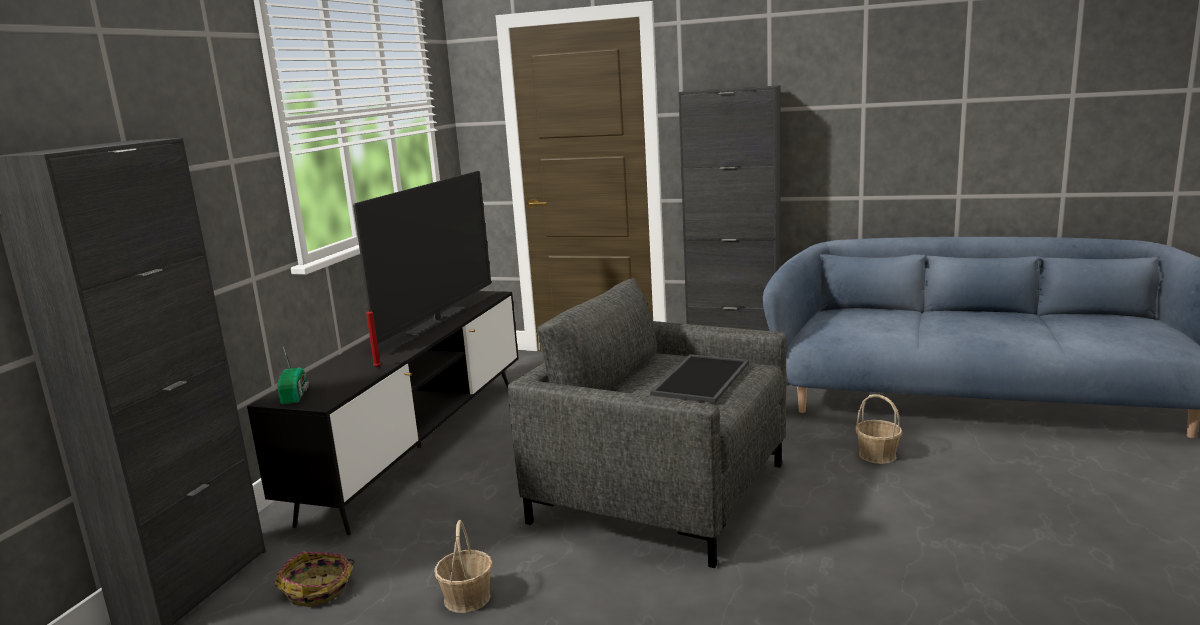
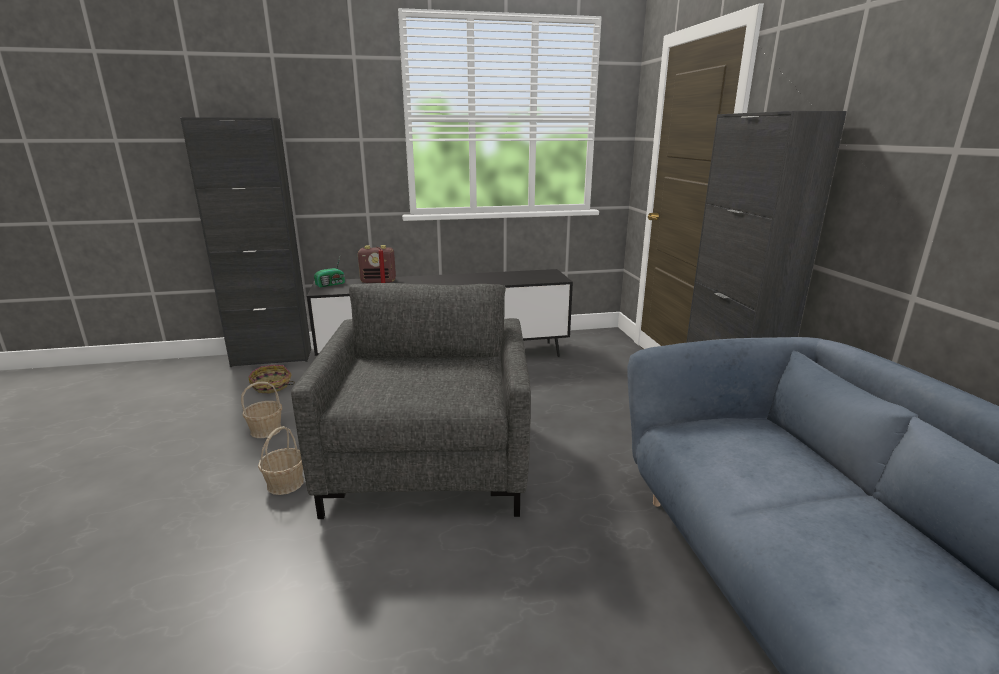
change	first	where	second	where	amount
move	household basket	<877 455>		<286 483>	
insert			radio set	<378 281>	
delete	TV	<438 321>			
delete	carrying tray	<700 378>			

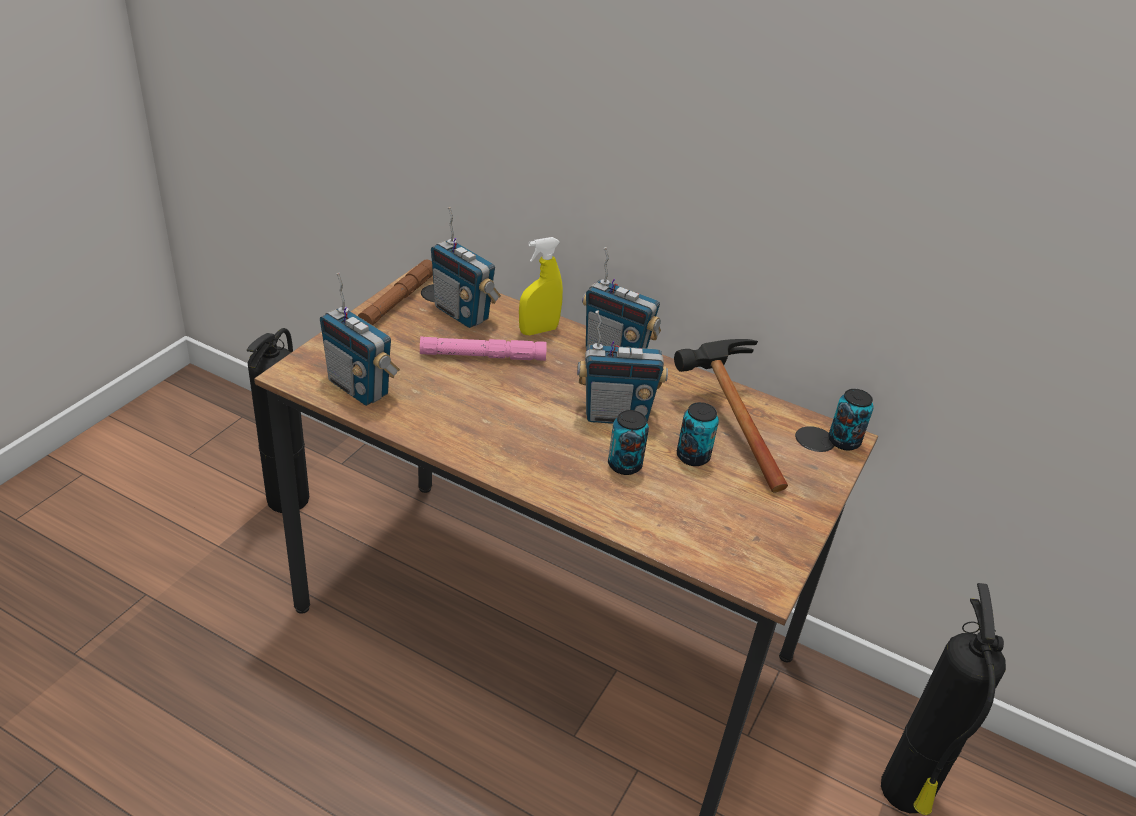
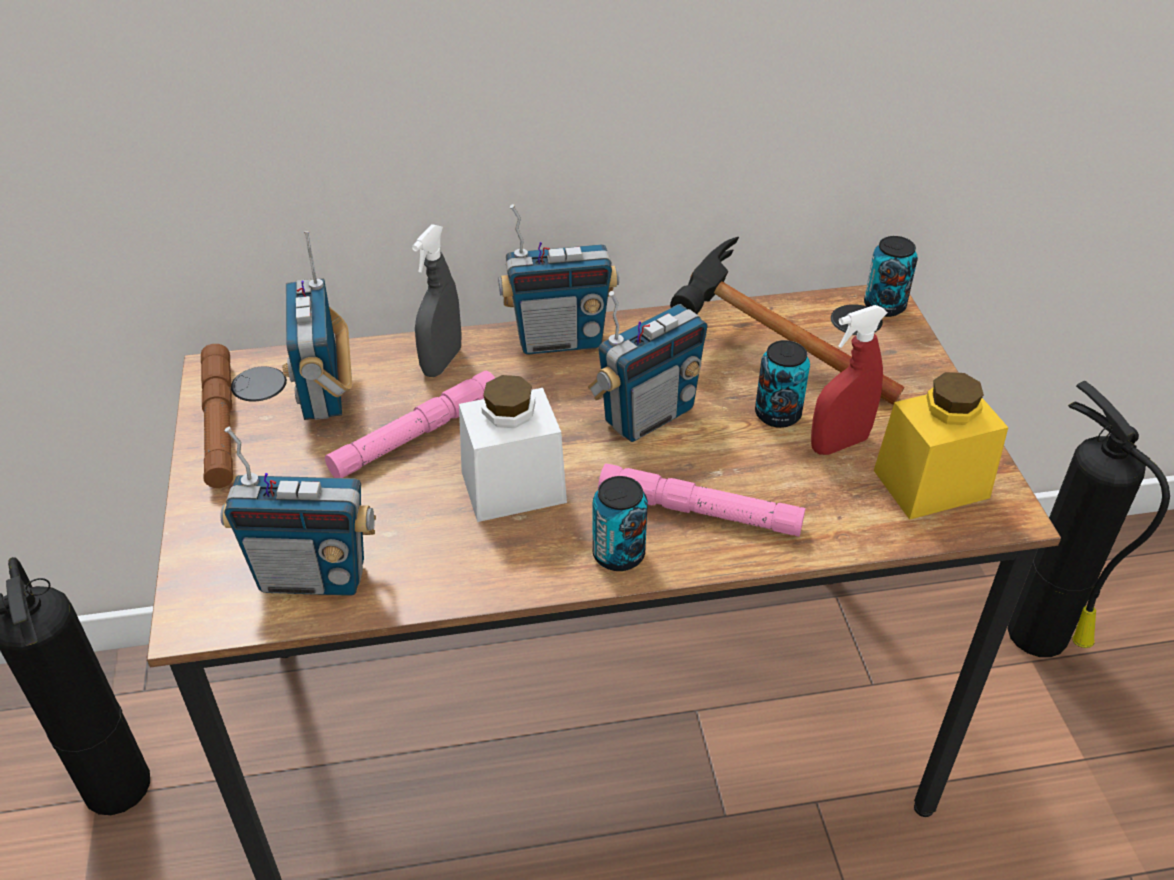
change	first	where	second	where	amount
rotate	radio set	<462 313>		<324 393>	75 degrees clockwise
recolor	spray bottle/yellow-coloured	<538 330>	spray bottle/gray	<442 362>	
insert			jar/white-coloured	<513 487>	
move	can	<624 465>		<618 554>	
insert			flashlight/pink-coloured	<699 511>	
insert			spray bottle/reddish	<839 444>	
insert			jar/yellow-coloured	<931 484>	

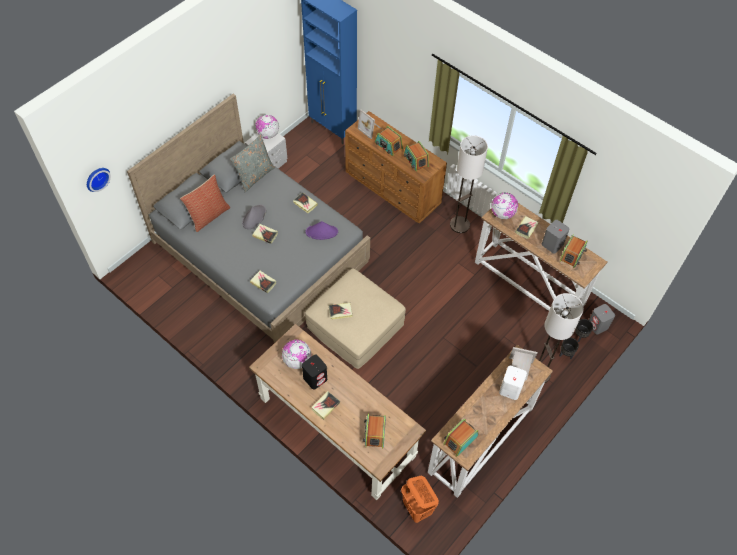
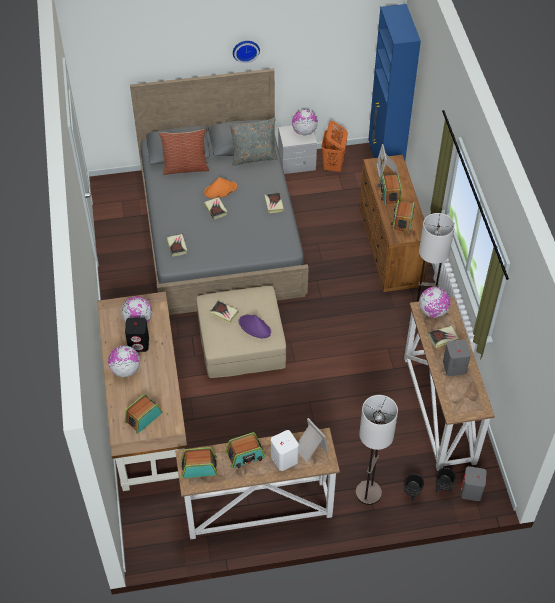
change	first	where	second	where	amount
replace	book	<325 406>	globe	<125 370>	
recolor	hat/gray	<254 217>	hat/orange	<220 190>	
move	radio set	<572 255>		<245 455>	
move	clock on the wall	<96 178>		<245 50>	
move	hat/purple-coloured	<322 232>		<255 327>	
move	laundry basket/orange	<417 509>		<333 166>	

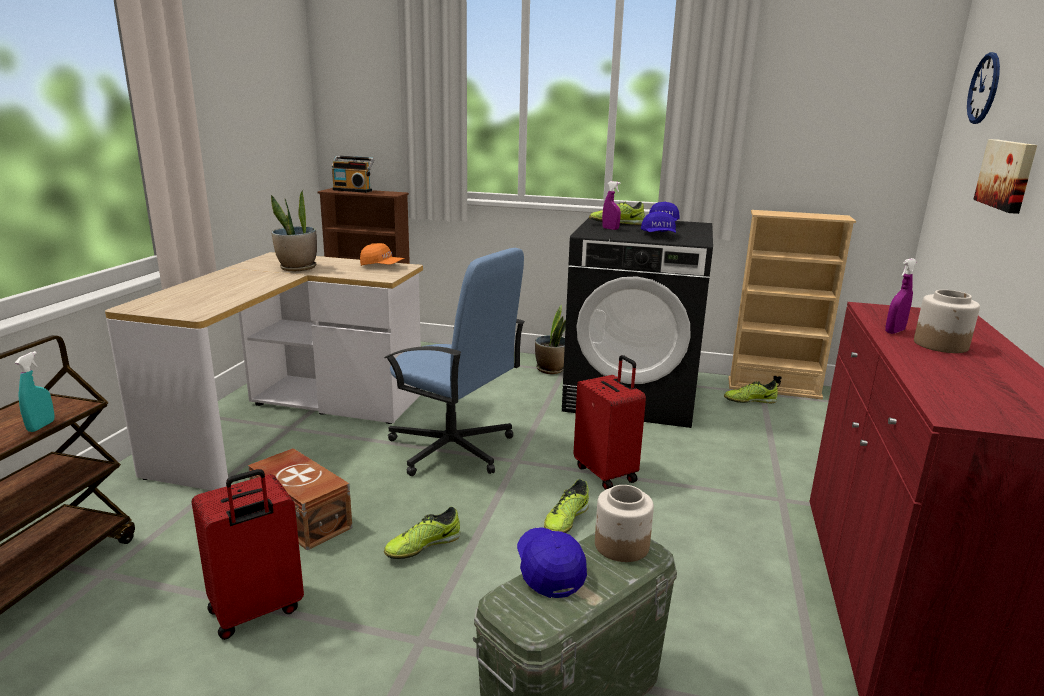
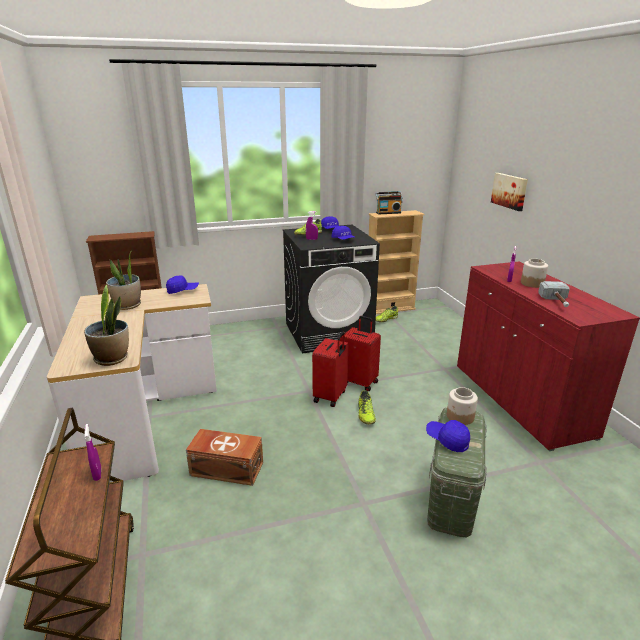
change	first	where	second	where	amount
move	plant in a pot	<551 369>		<112 358>	
recolor	spray bottle/turquoise-coloured	<41 426>	spray bottle/purple-coloured	<97 474>	
recolor	peaked cap/orange	<382 266>	peaked cap/blue	<183 291>	
move	suitcase/reddish	<256 611>		<331 396>	
move	radio set	<353 190>		<388 212>	
insert			hand hammer	<556 302>	
delete	desk chair/blue	<452 449>			
delete	low shoe	<423 546>			
delete	clock on the wall	<984 88>			

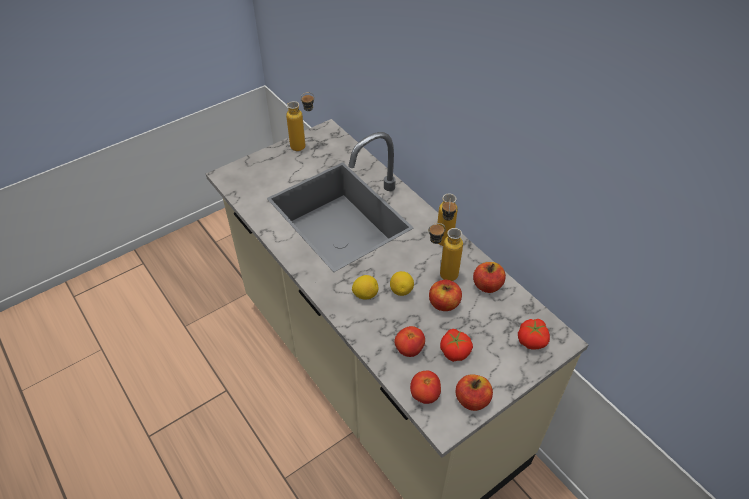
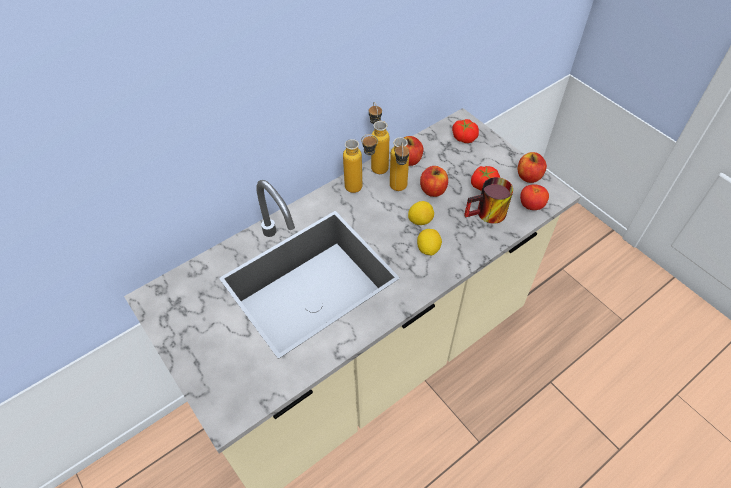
change	first	where	second	where	amount
move	bottle	<304 146>		<377 164>	
replace	fresh tomato	<409 349>	tea mug	<487 215>	

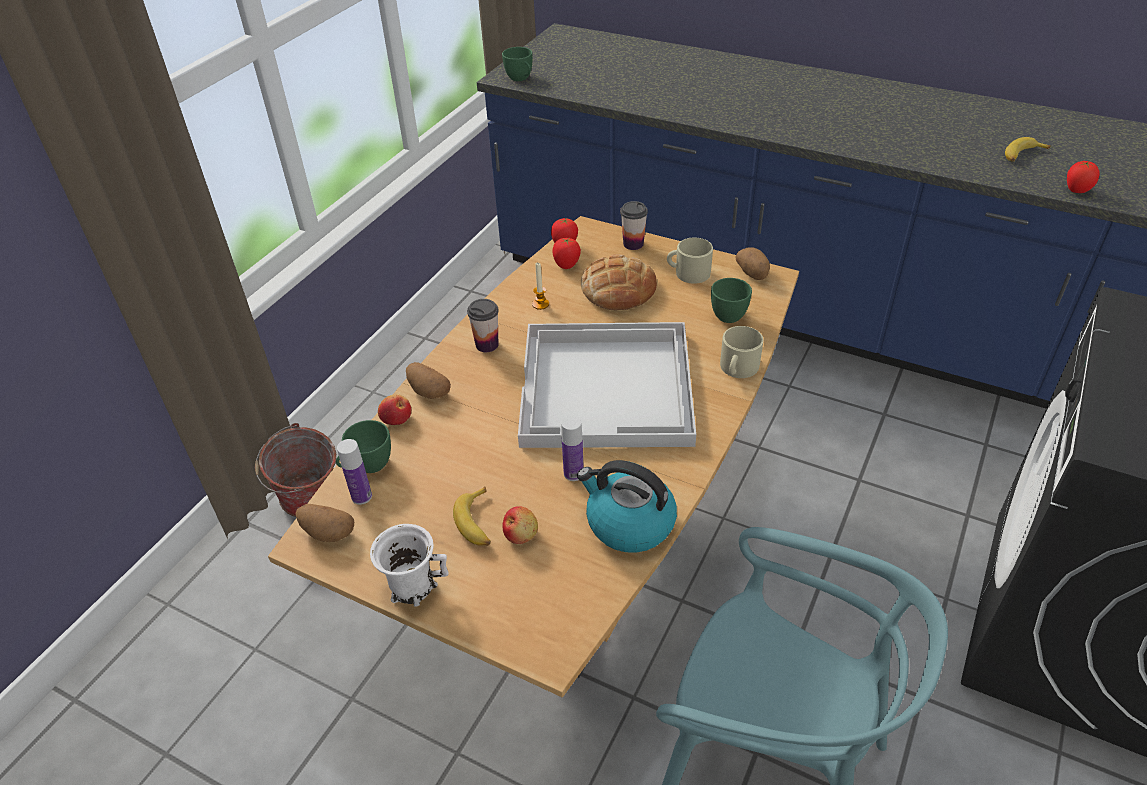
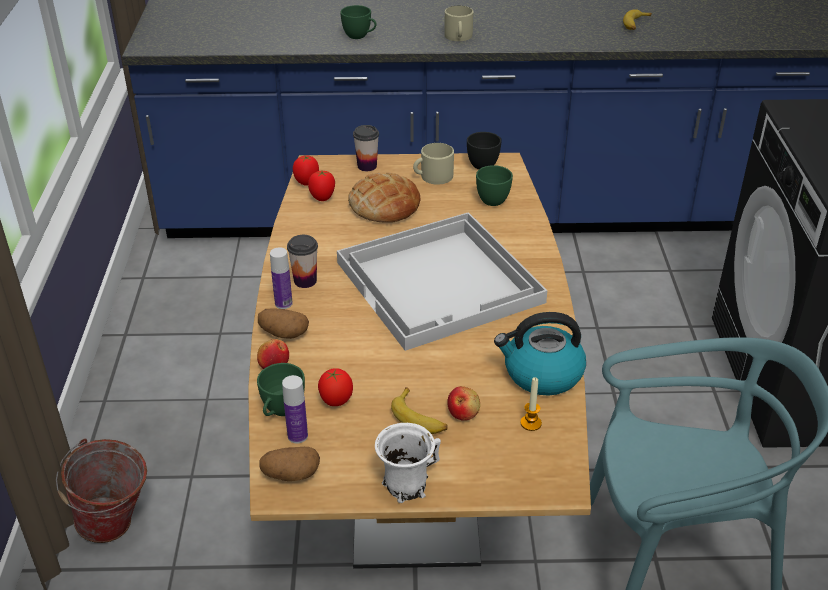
change	first	where	second	where	amount
move	bottle	<573 473>		<283 303>	
move	fresh tomato	<1076 191>		<336 402>	
move	cup/greenish	<521 79>		<360 36>	
move	tea mug/beige-coloured	<737 368>		<458 37>	
replace	whole potato	<753 273>	cup/blackish	<485 164>	
move	wax light	<540 304>		<530 423>	

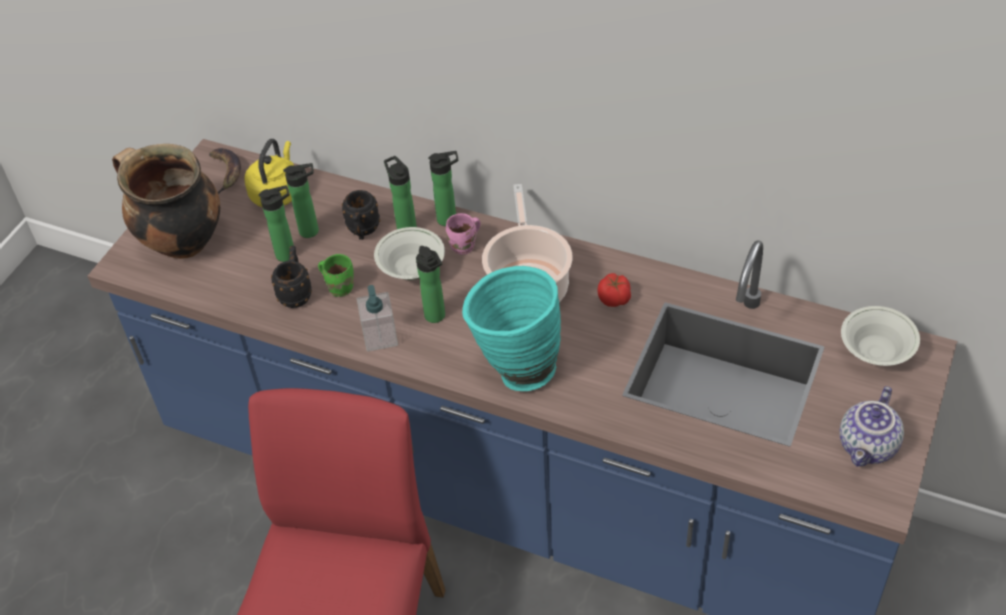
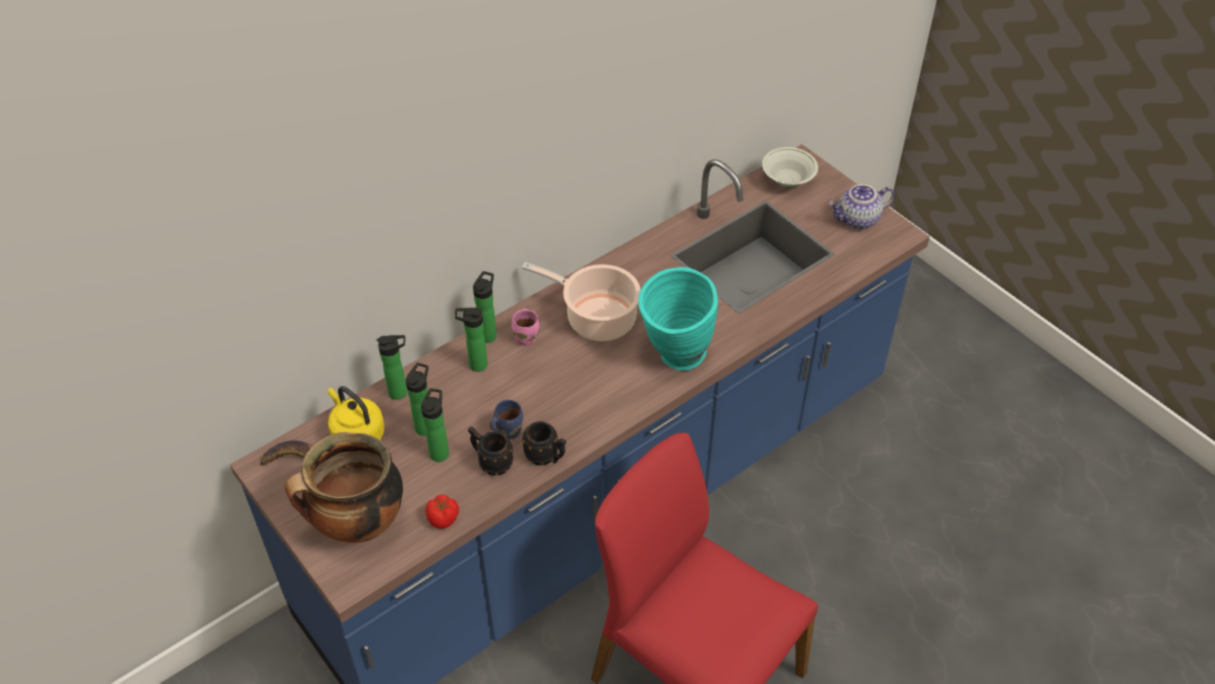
change	first	where	second	where	amount
move	bottle	<436 317>		<401 392>	
move	fresh tomato	<614 299>		<444 518>	
recolor	tea mug/greenish	<340 286>	tea mug/blue	<507 430>	
move	tea mug/blackish	<363 231>		<546 457>	
rotate	pot for tea	<869 447>		<858 220>	105 degrees clockwise
delete	soap bottle	<380 337>			
delete	bowl/white-coloured	<412 271>			

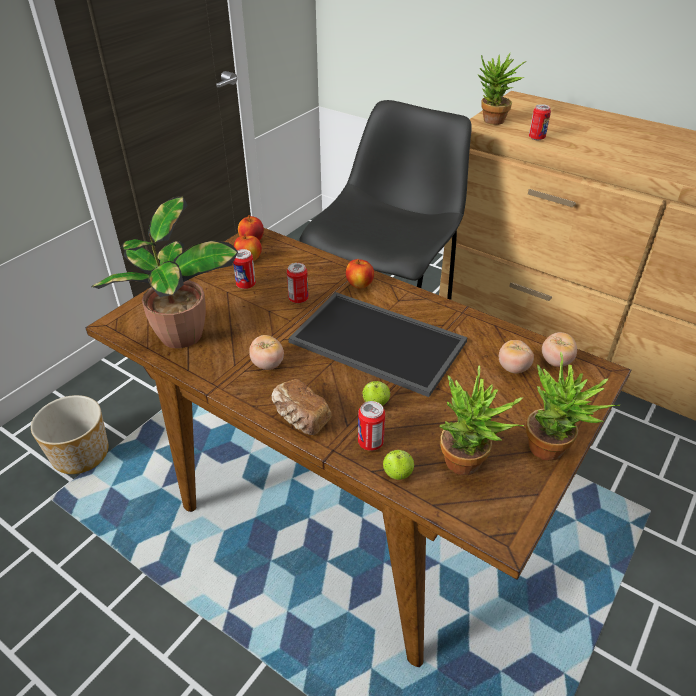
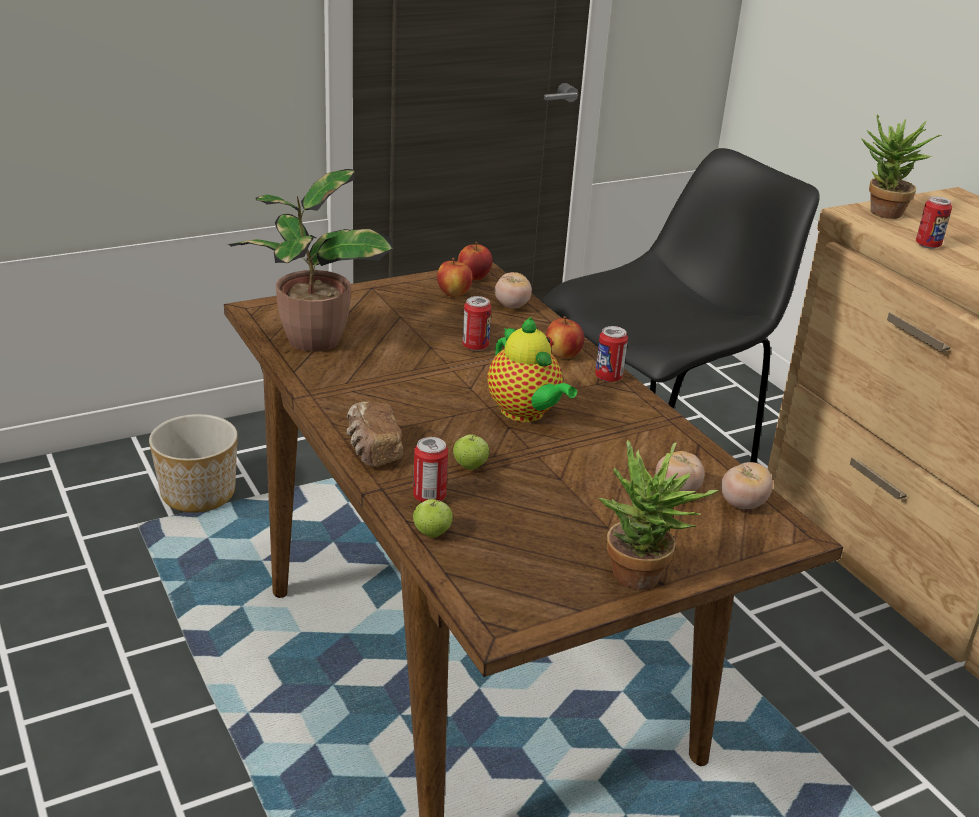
change	first	where	second	where	amount
replace	carrying tray	<375 343>	pot for tea	<525 413>	
move	fresh tomato	<268 364>		<512 305>	
move	can	<246 285>		<608 377>	
delete	plant in a pot	<469 466>			

